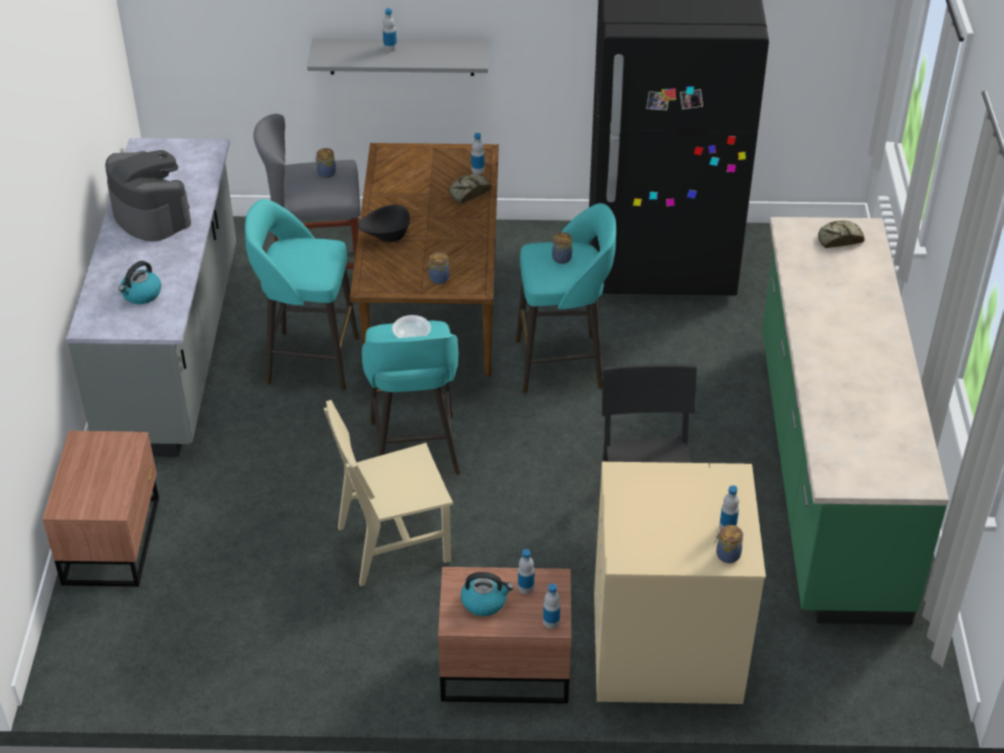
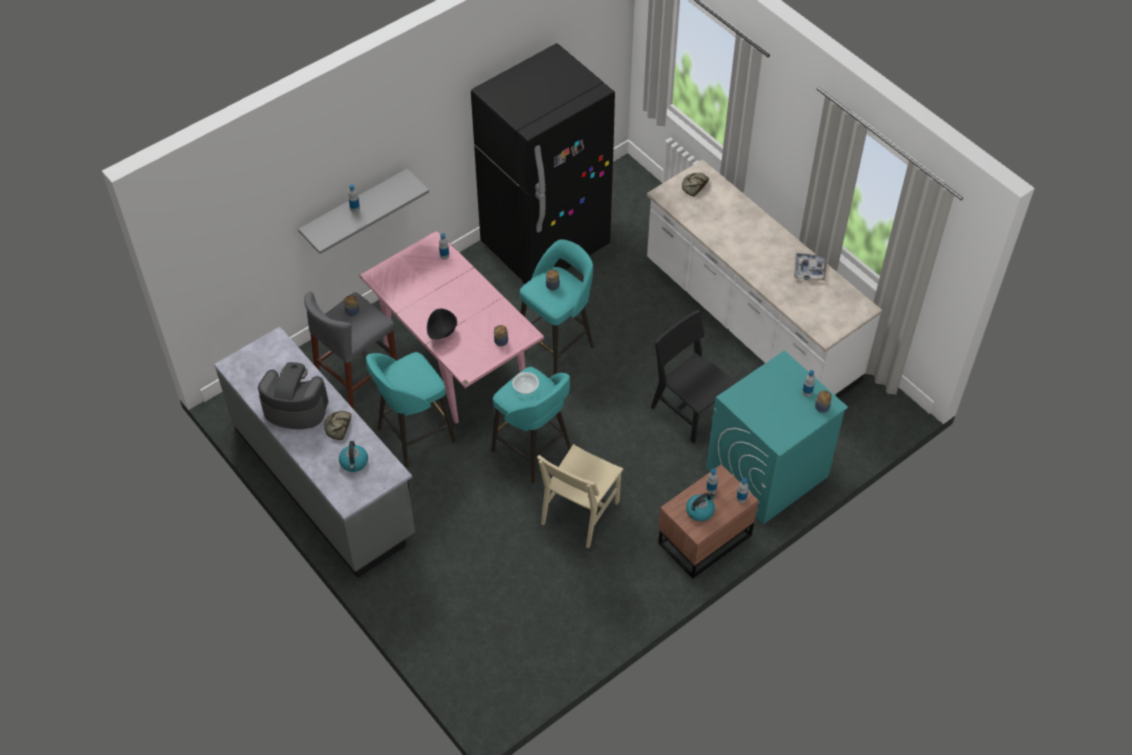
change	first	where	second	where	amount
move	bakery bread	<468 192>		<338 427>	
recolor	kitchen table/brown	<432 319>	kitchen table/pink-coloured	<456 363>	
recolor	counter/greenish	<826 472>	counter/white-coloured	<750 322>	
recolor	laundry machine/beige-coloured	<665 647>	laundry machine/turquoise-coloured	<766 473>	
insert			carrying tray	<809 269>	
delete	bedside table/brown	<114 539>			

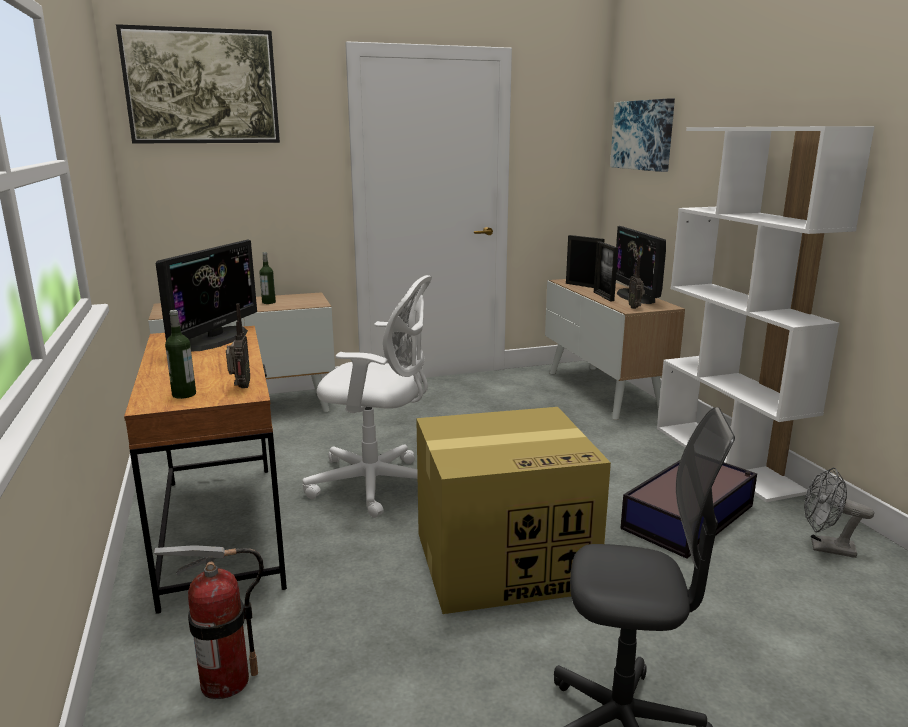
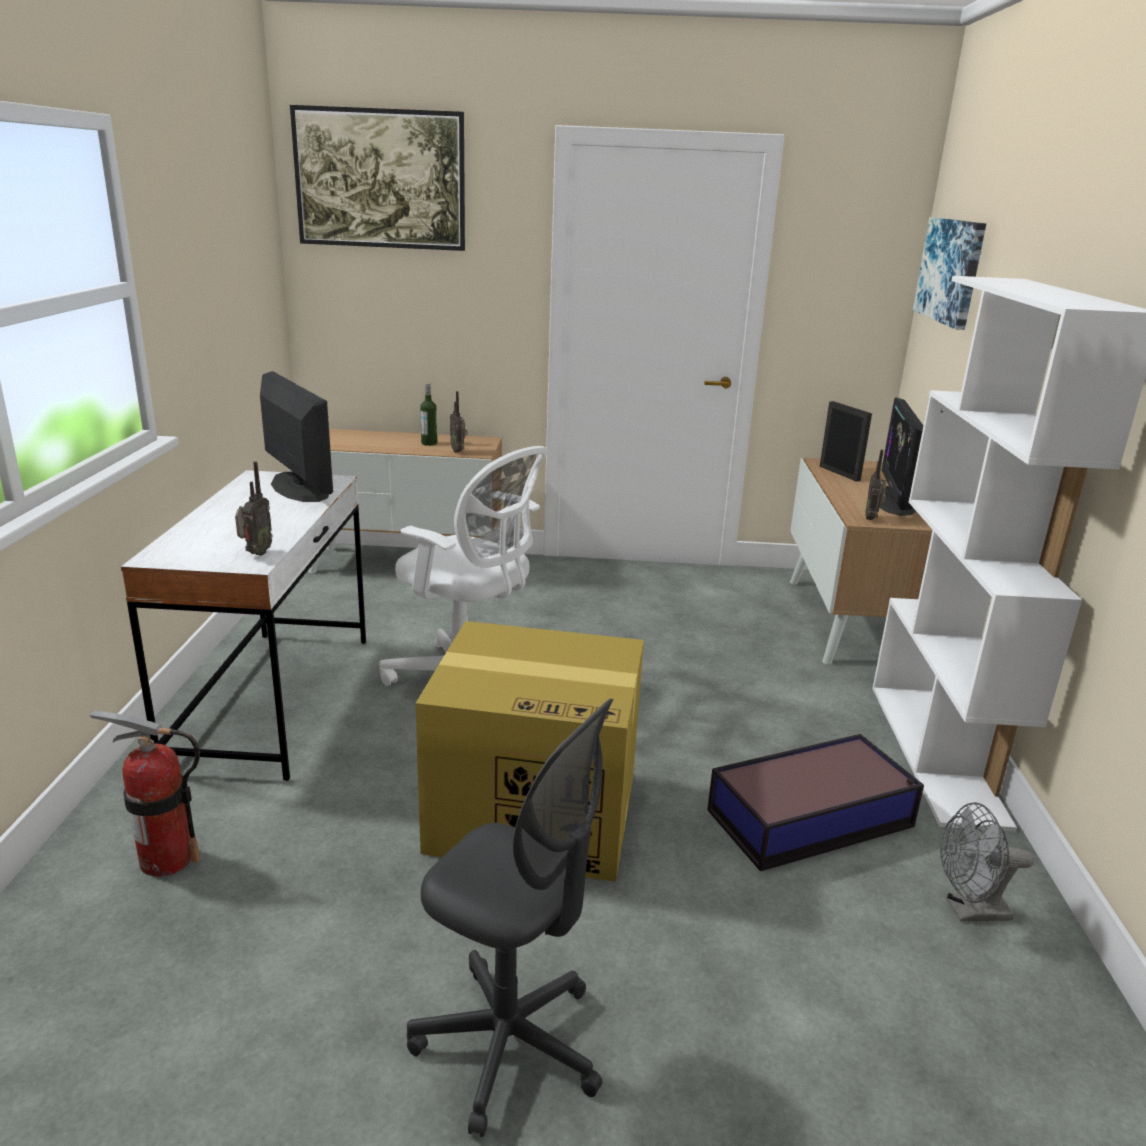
change	first	where	second	where	amount
recolor	desk table/brown	<222 530>	desk table/white-coloured	<275 699>	
rotate	monitor	<215 339>		<299 487>	75 degrees counterclockwise
insert			radio set	<458 451>	
rotate	electric fan/gray	<825 548>		<969 911>	45 degrees counterclockwise
delete	bottle	<184 394>			
delete	picture frame	<603 296>			

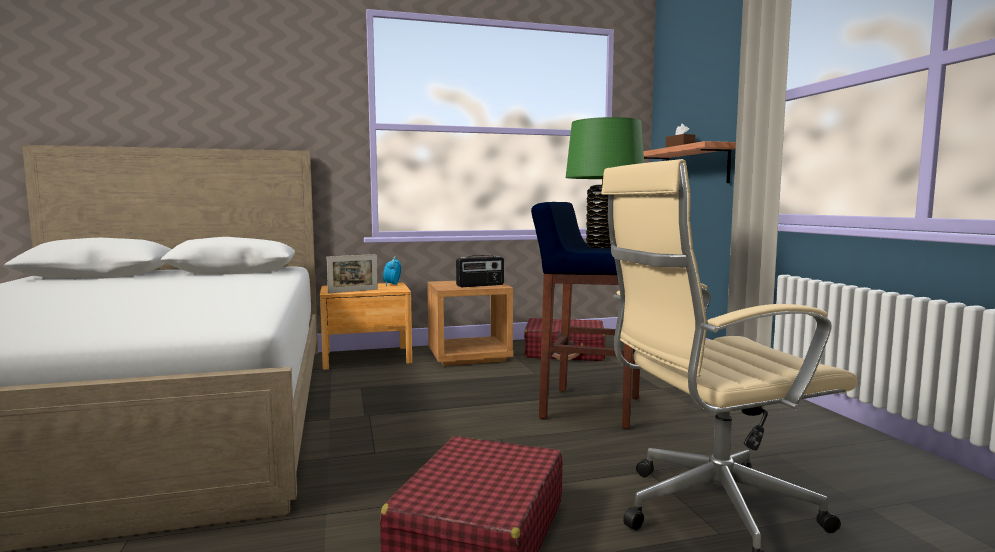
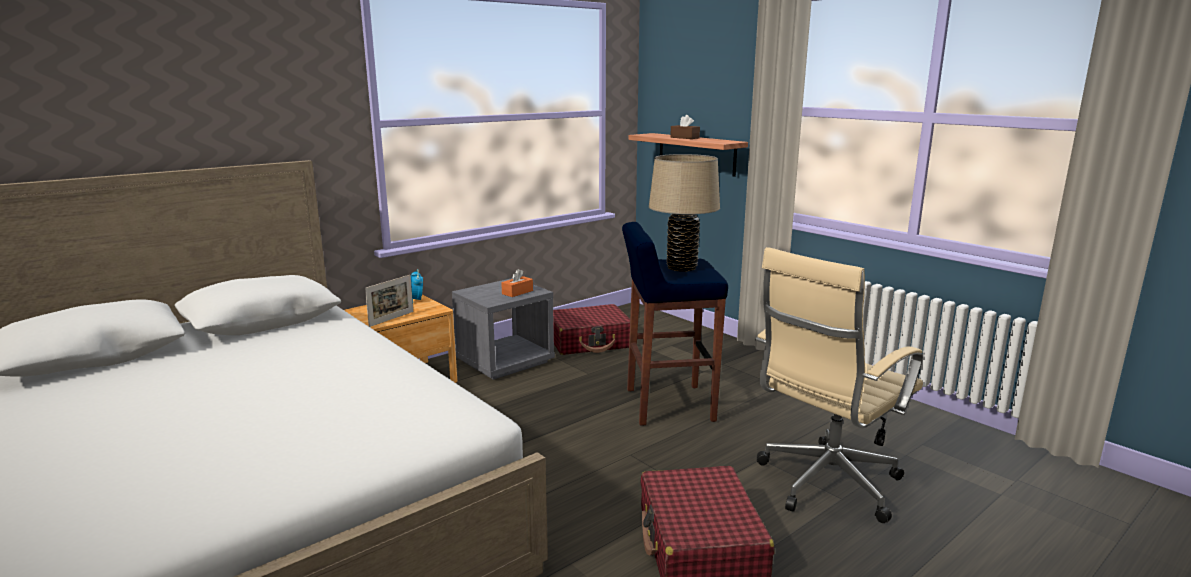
change	first	where	second	where	amount
recolor	bedside table/brown	<469 356>	bedside table/gray	<505 362>	
replace	radio set	<480 285>	tissue box/orange	<517 292>	
recolor	table lamp/greenish	<603 247>	table lamp/beige-coloured	<681 268>	

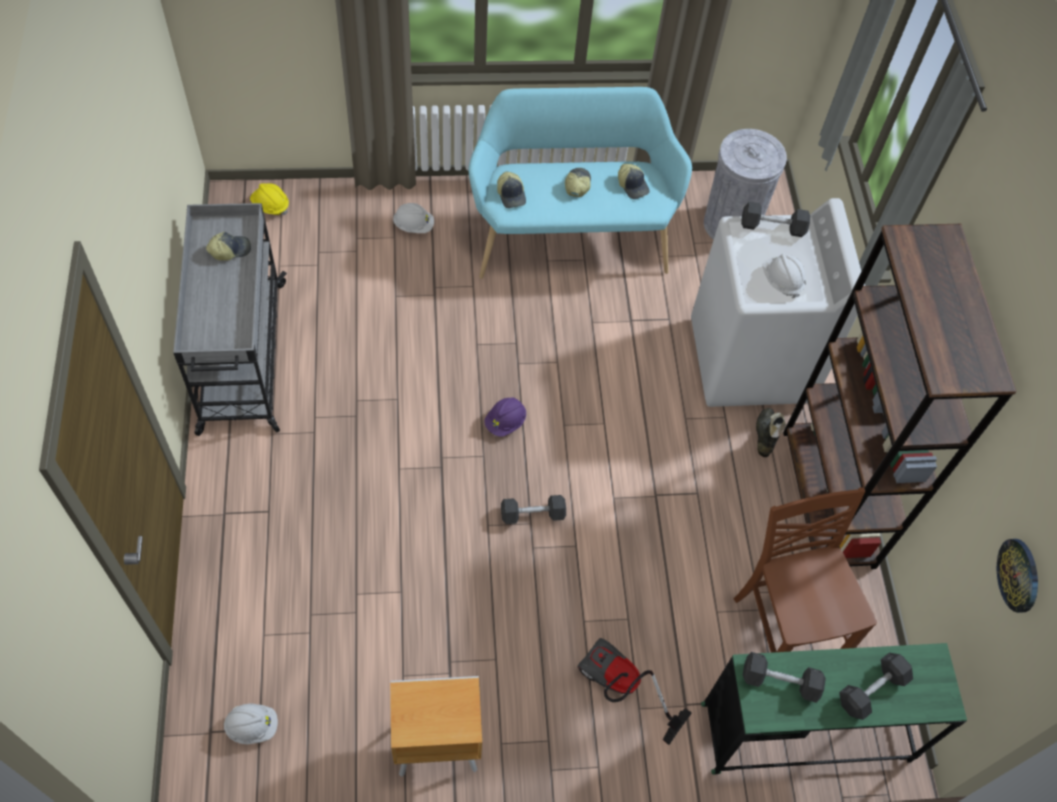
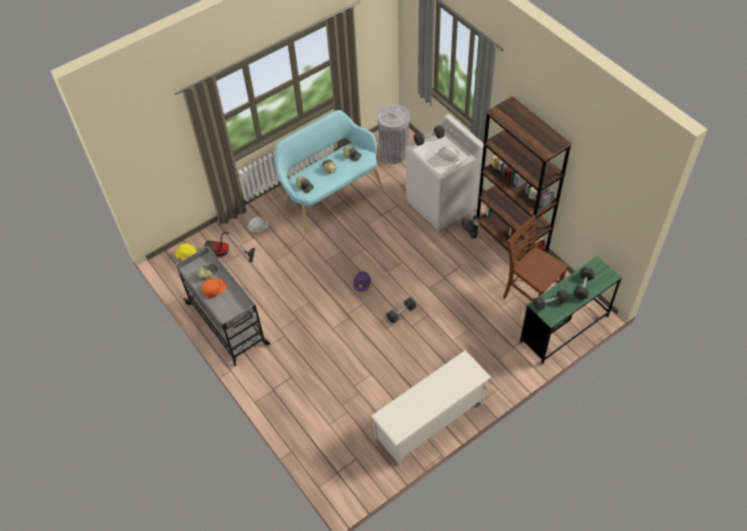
change	first	where	second	where	amount
insert			peaked cap/orange	<213 288>	
move	vacuum	<620 689>		<224 255>	
replace	bedside table/brown	<435 745>	shoe shelf/white-coloured	<430 420>	
delete	work helmet/white-coloured	<252 726>			
delete	clock on the wall	<1019 575>			

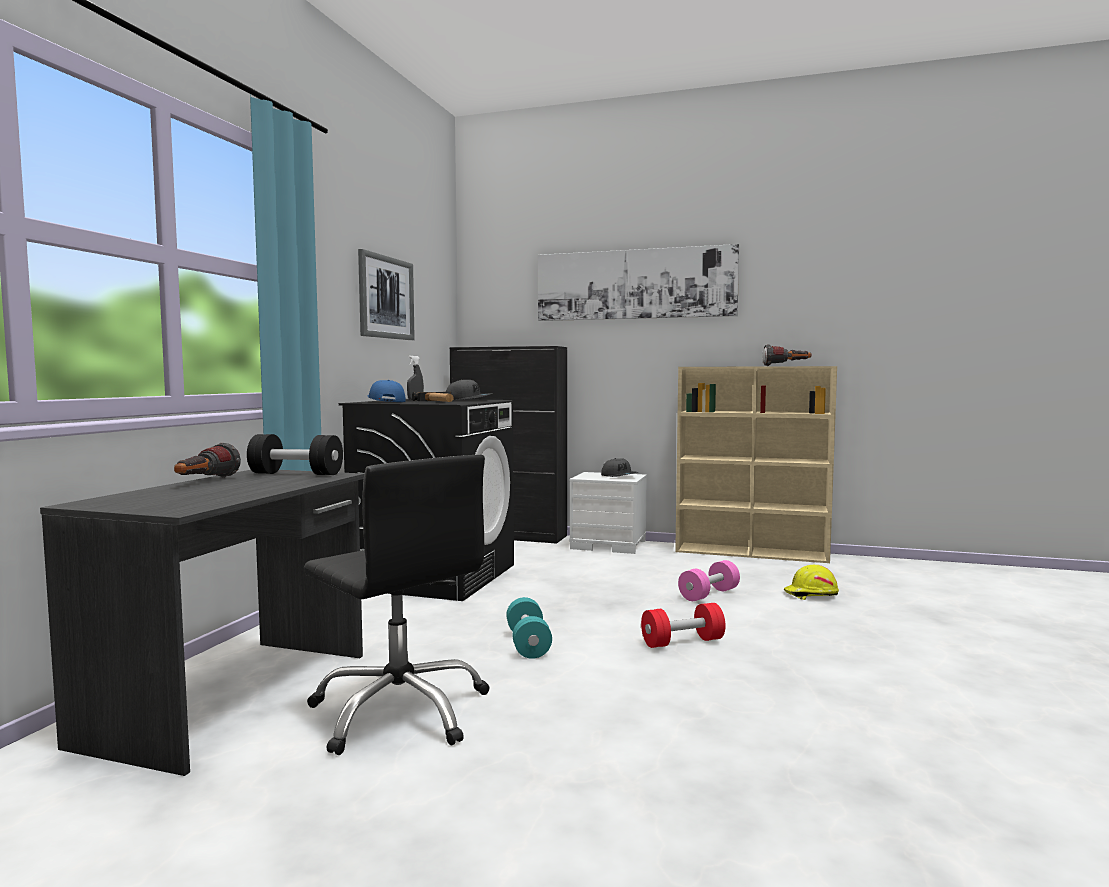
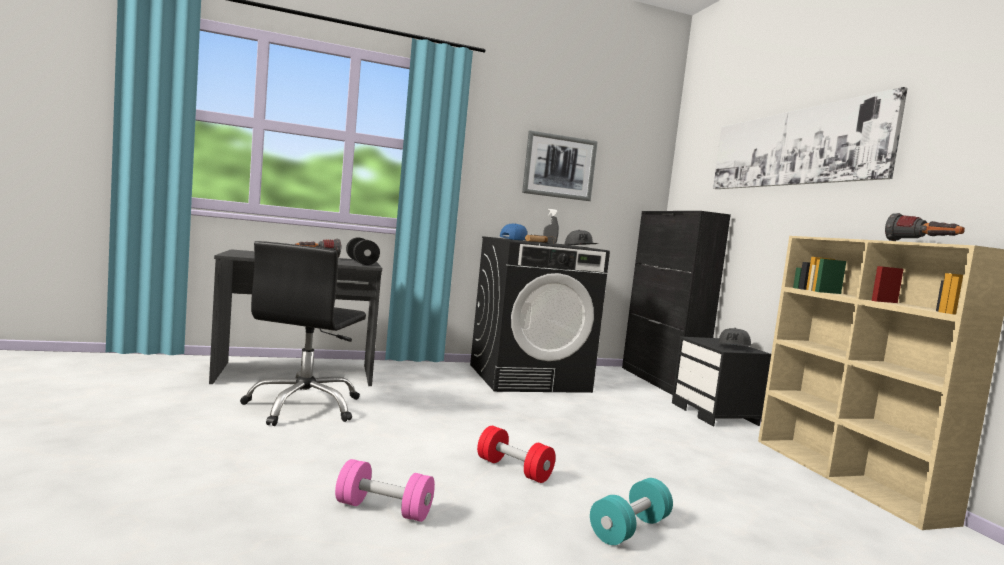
change	first	where	second	where	amount
move	dumbbell/pink-coloured	<709 594>		<384 509>	
move	dumbbell/turquoise-coloured	<528 644>		<629 529>	
recolor	bedside table/white-coloured	<609 545>	bedside table/blackish	<715 414>	
delete	work helmet/yellow-coloured	<810 595>			

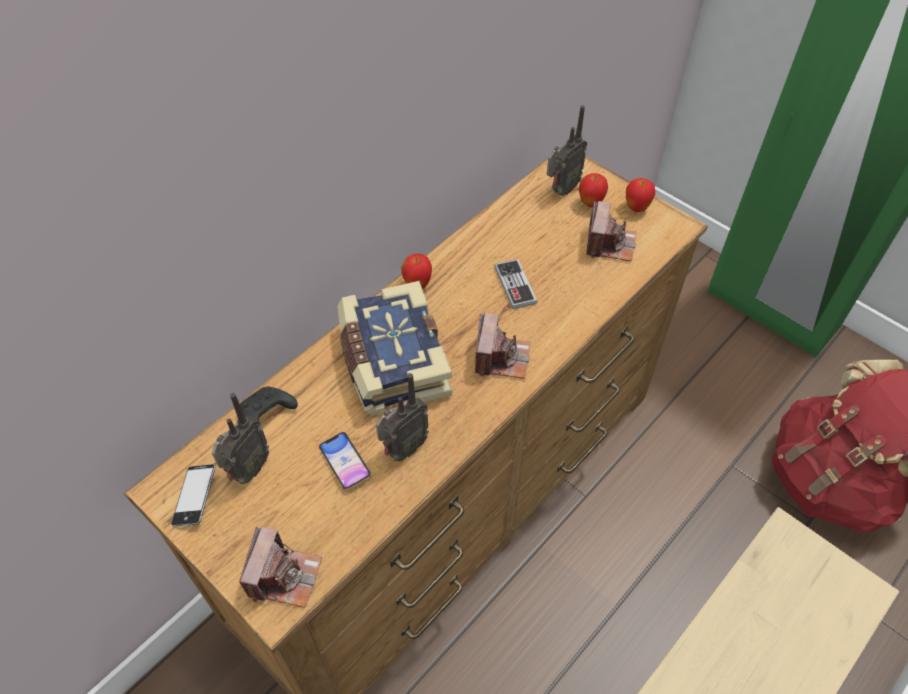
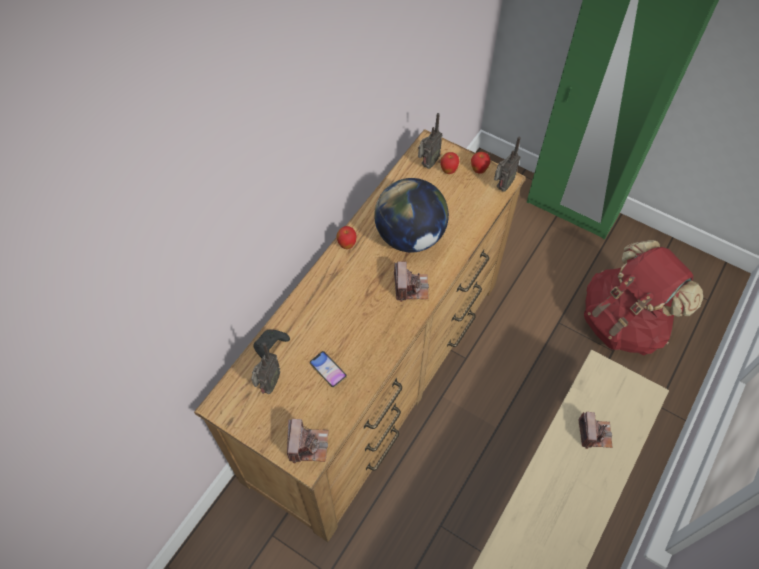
change	first	where	second	where	amount
replace	joypad	<515 285>	globe	<410 236>	
move	radio set	<403 449>		<502 186>	
move	still camera	<609 244>		<594 434>	
delete	phone	<195 497>			
delete	book	<392 361>			

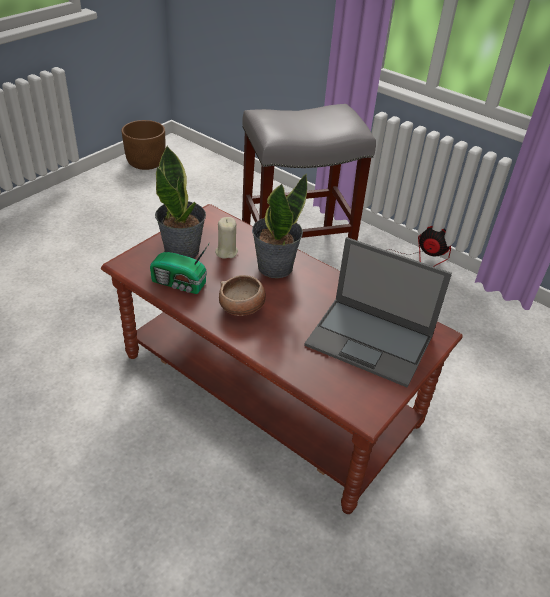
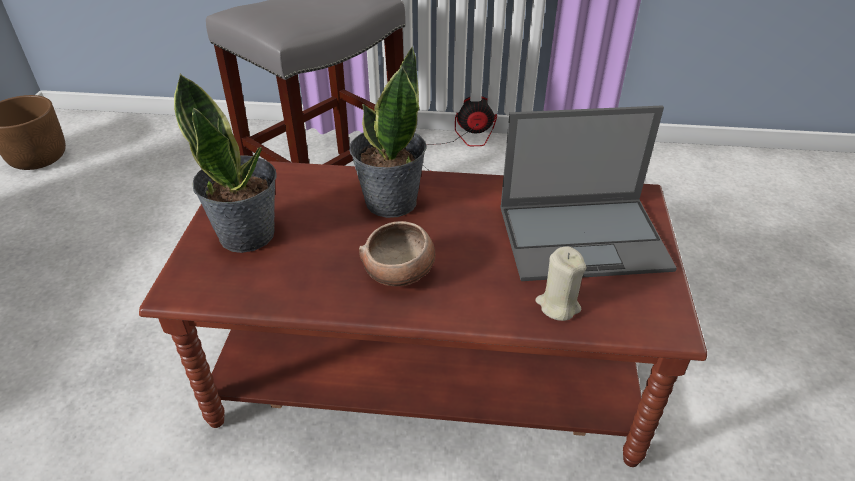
change	first	where	second	where	amount
move	wax light/beige-coloured	<226 252>		<558 305>	
delete	radio set	<179 284>			

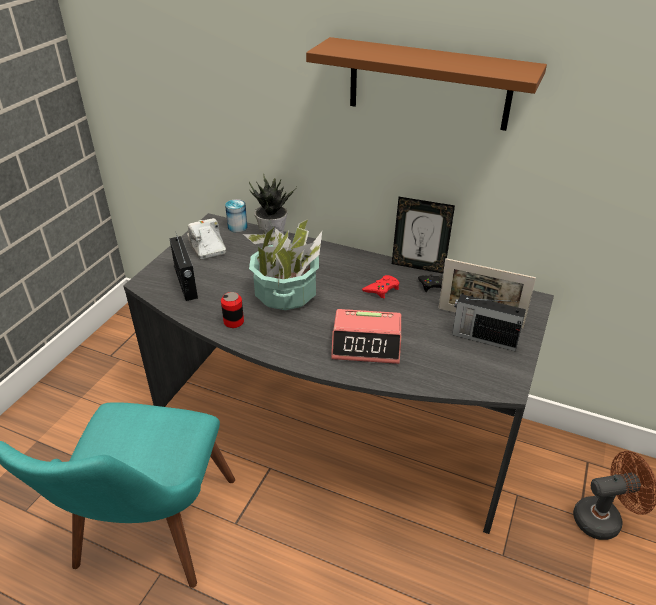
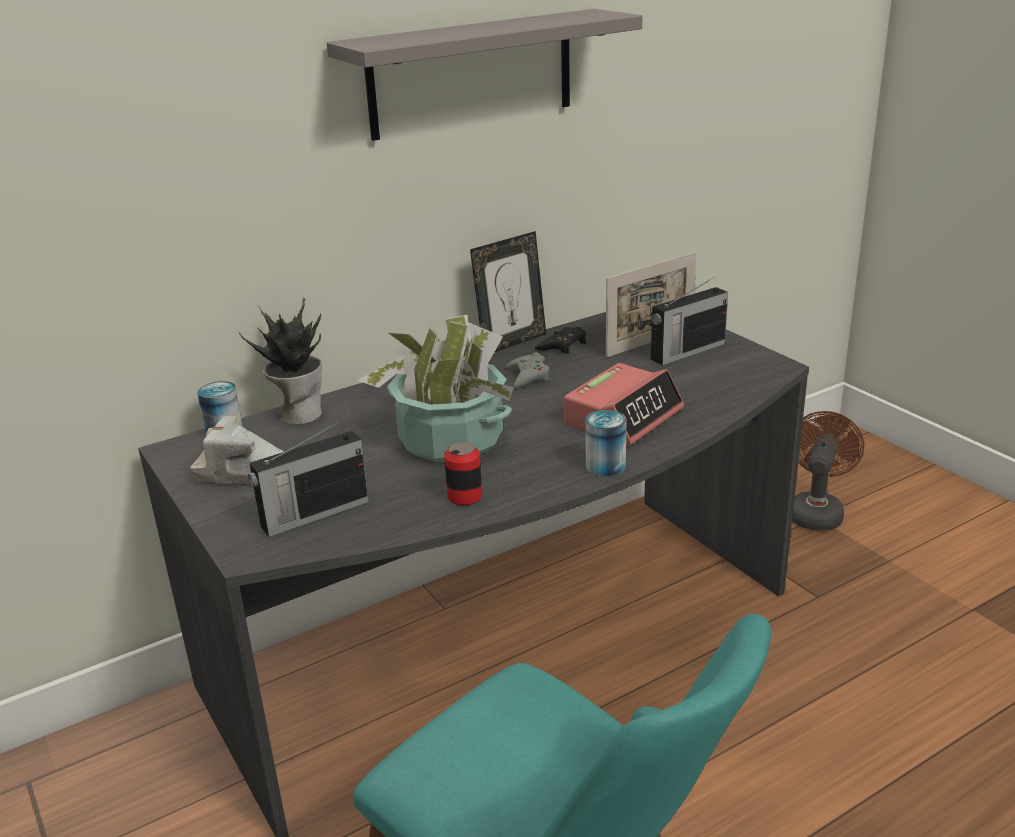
change	first	where	second	where	amount
rotate	radio set	<186 284>		<313 514>	135 degrees clockwise
recolor	shelf/brown	<428 84>	shelf/gray	<472 74>	
recolor	joypad/reddish	<382 289>	joypad/gray	<528 376>	
insert			can	<605 466>	

